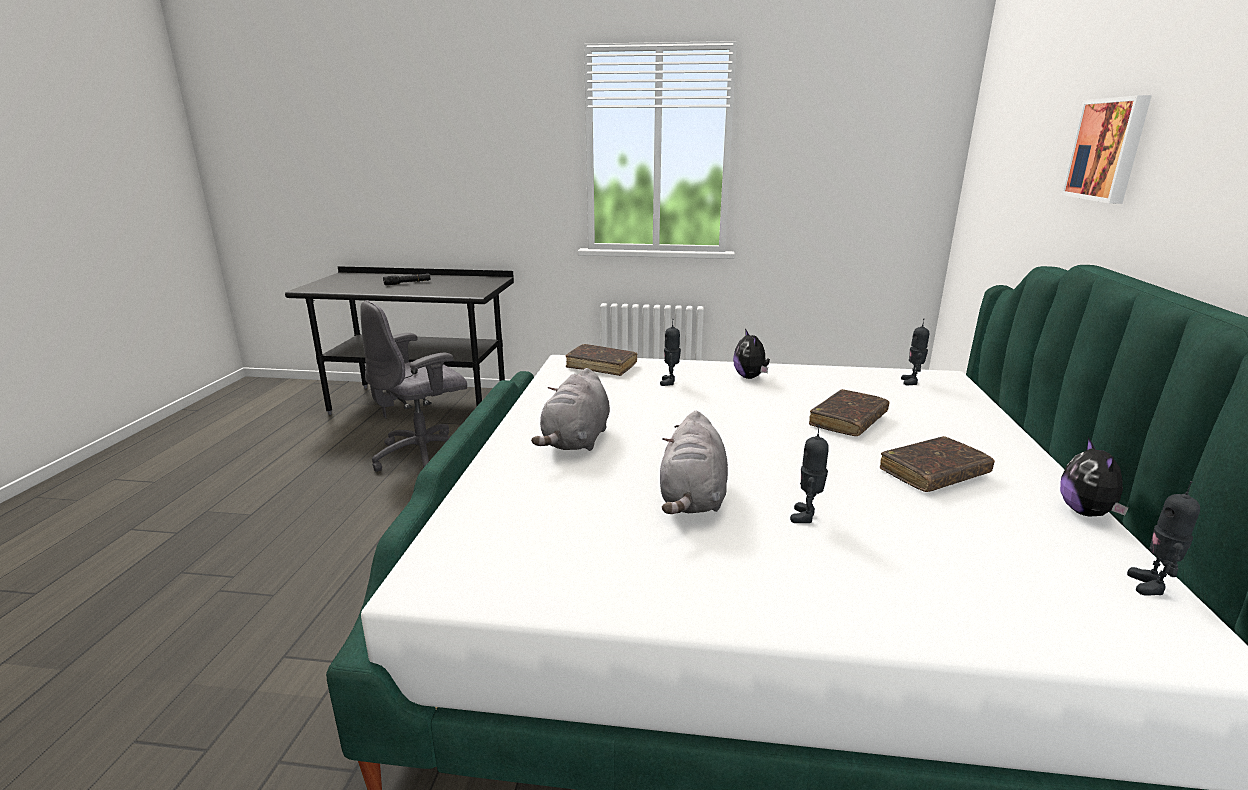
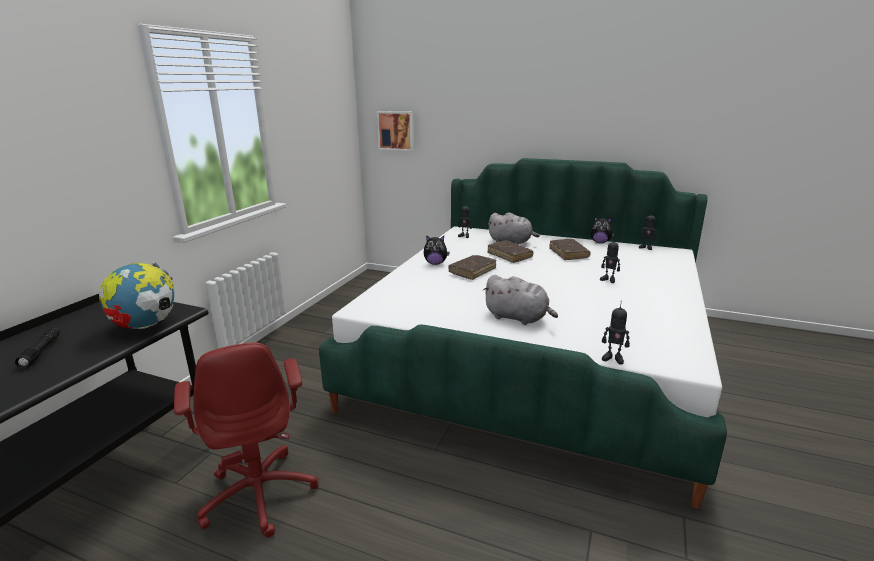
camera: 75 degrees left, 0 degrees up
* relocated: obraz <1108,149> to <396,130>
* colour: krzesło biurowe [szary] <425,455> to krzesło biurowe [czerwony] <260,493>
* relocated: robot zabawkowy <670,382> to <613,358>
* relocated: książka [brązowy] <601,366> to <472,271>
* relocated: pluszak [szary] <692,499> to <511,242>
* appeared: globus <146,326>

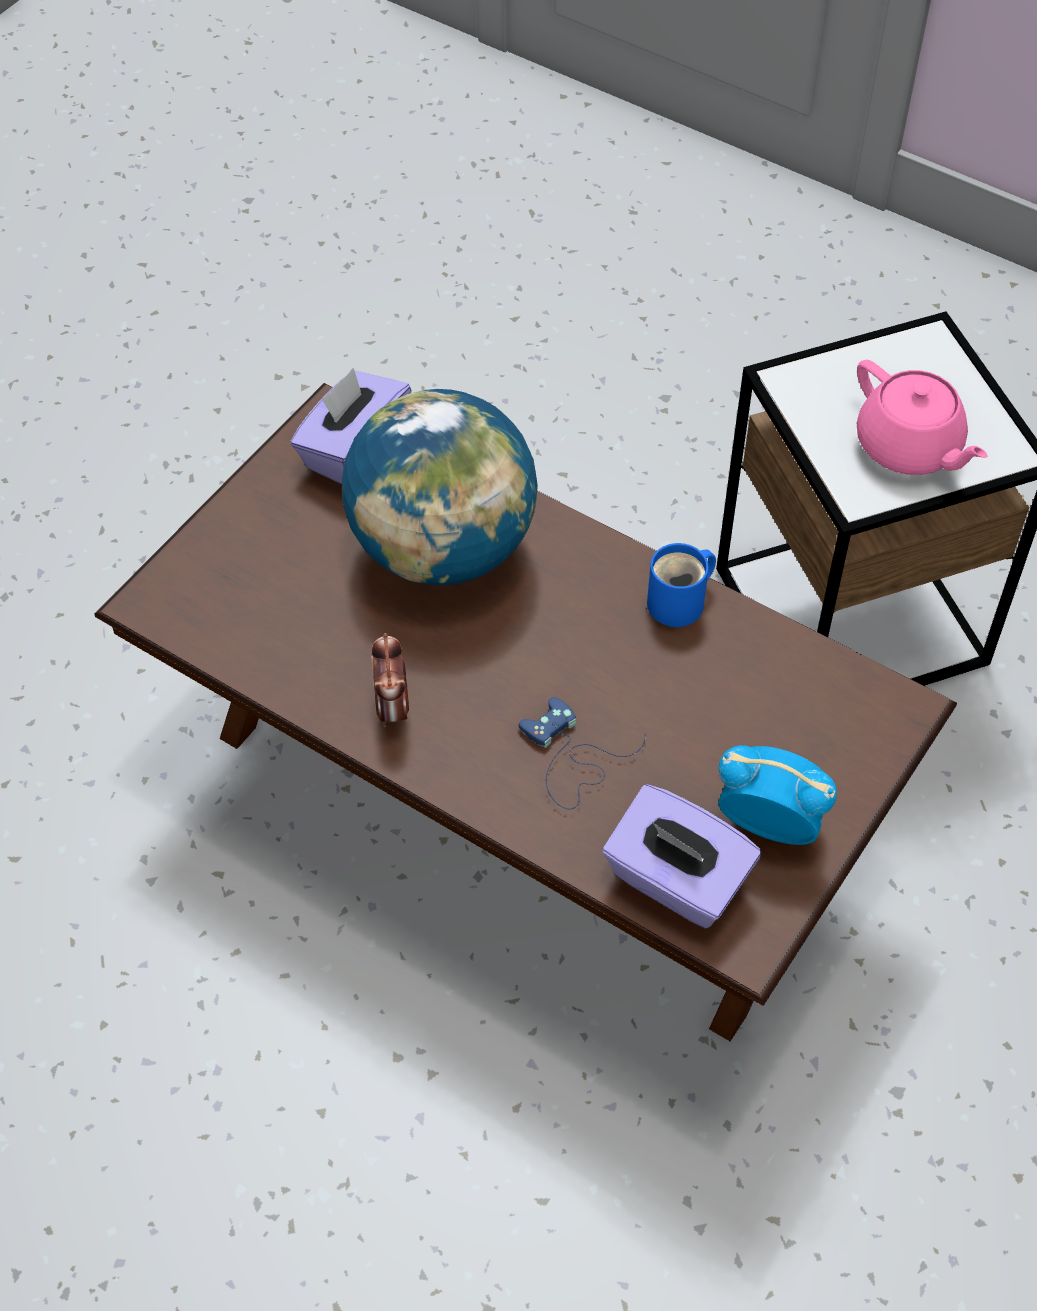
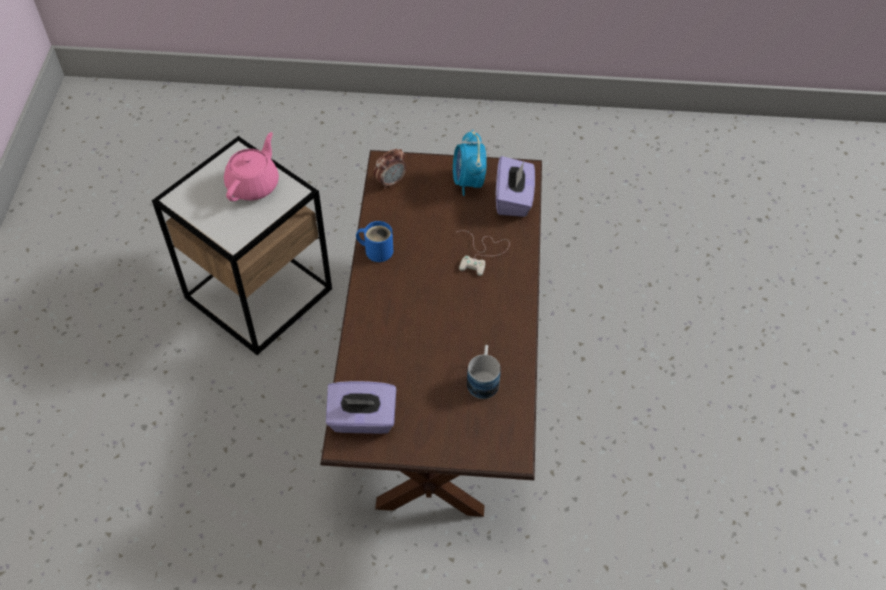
camera: 120 degrees left, 0 degrees up
* missing: globus <443,549>
* relocated: budzik <392,708> to <390,182>
* colour: pad do gier [niebieski] <571,757> to pad do gier [biały] <482,253>
* appeared: kubek <483,379>

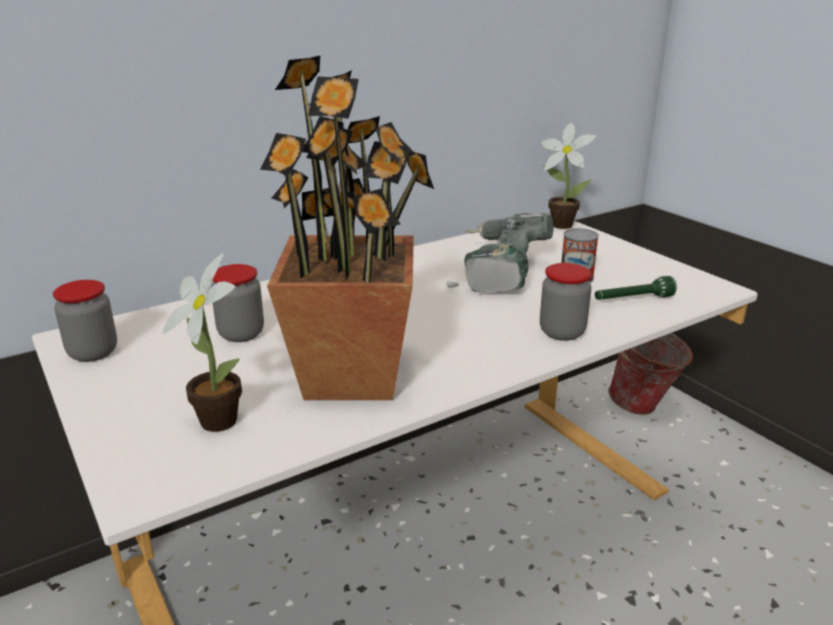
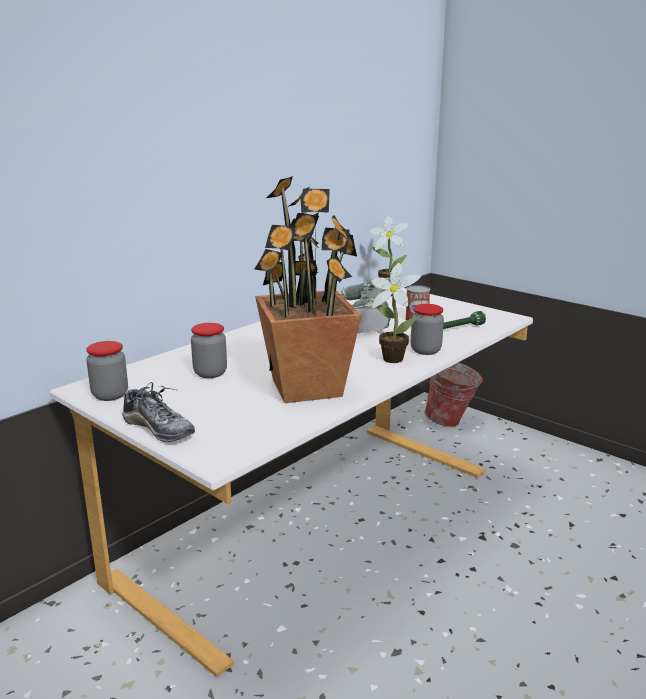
camera: 15 degrees left, 5 degrees down
* relocated: roślina doniczkowa <218,417> to <390,358>
* appeared: but <158,429>

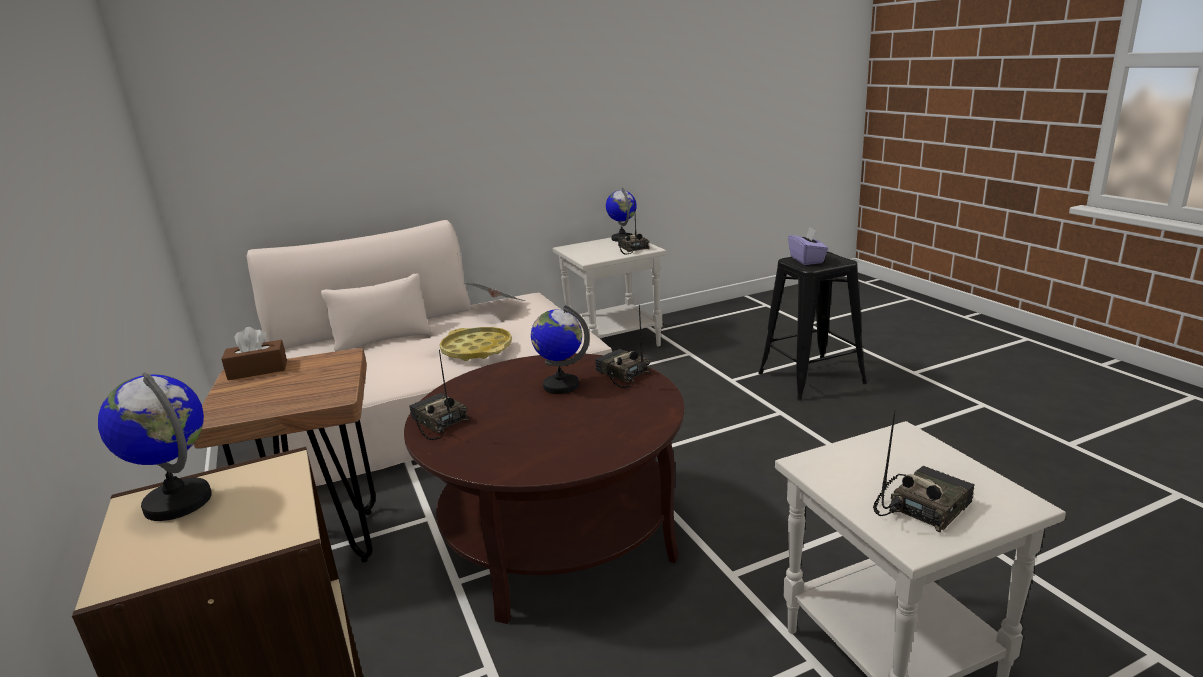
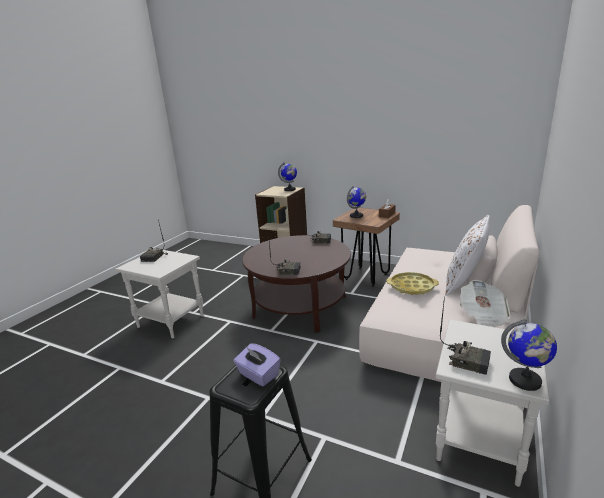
camera: 140 degrees right, 0 degrees up
* relocated: globus <560,385> to <356,216>
* appeared: poduszka [biały] <464,282>

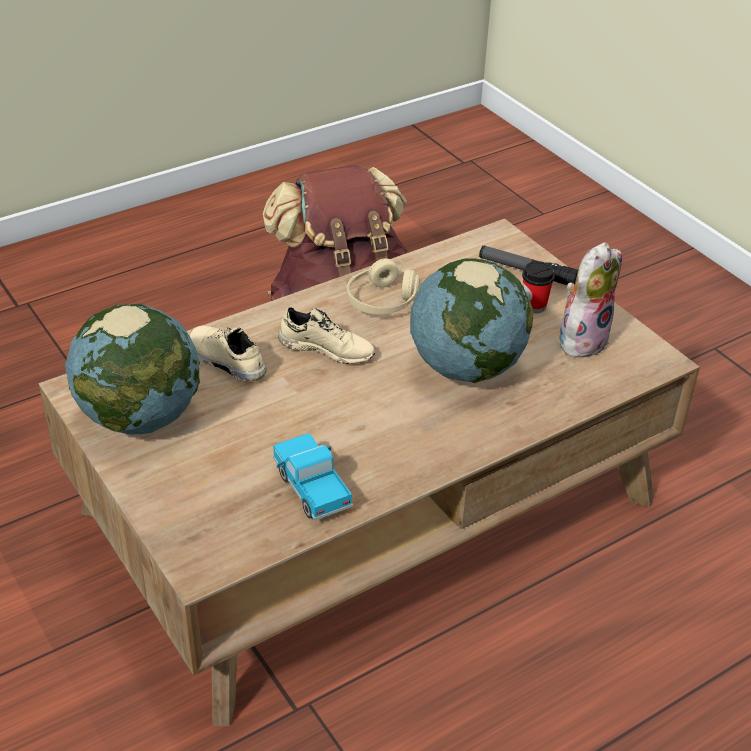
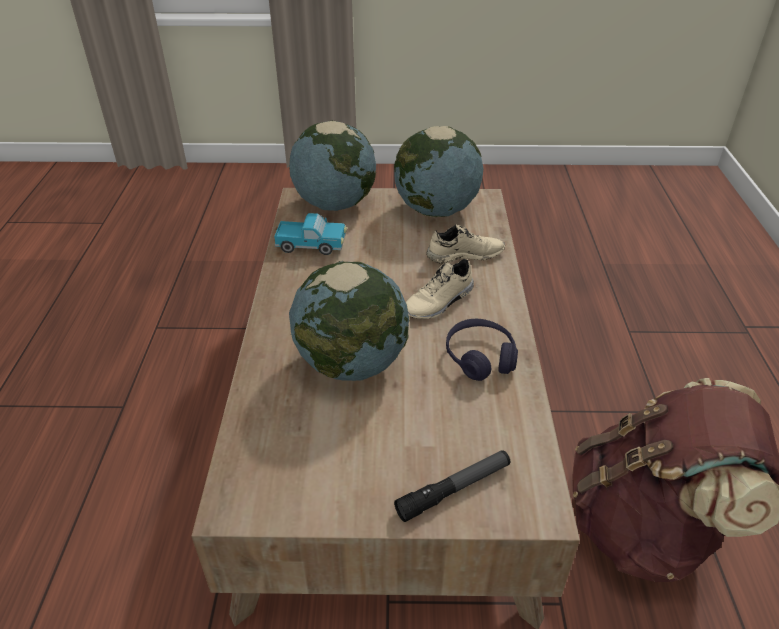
camera: 125 degrees right, 0 degrees up
* missing: pluszak <582,339>
* colour: słuchawki [beżowy] <382,301> to słuchawki [fioletowy] <480,357>
* missing: filiżanka <534,305>
* appeared: globus <334,204>

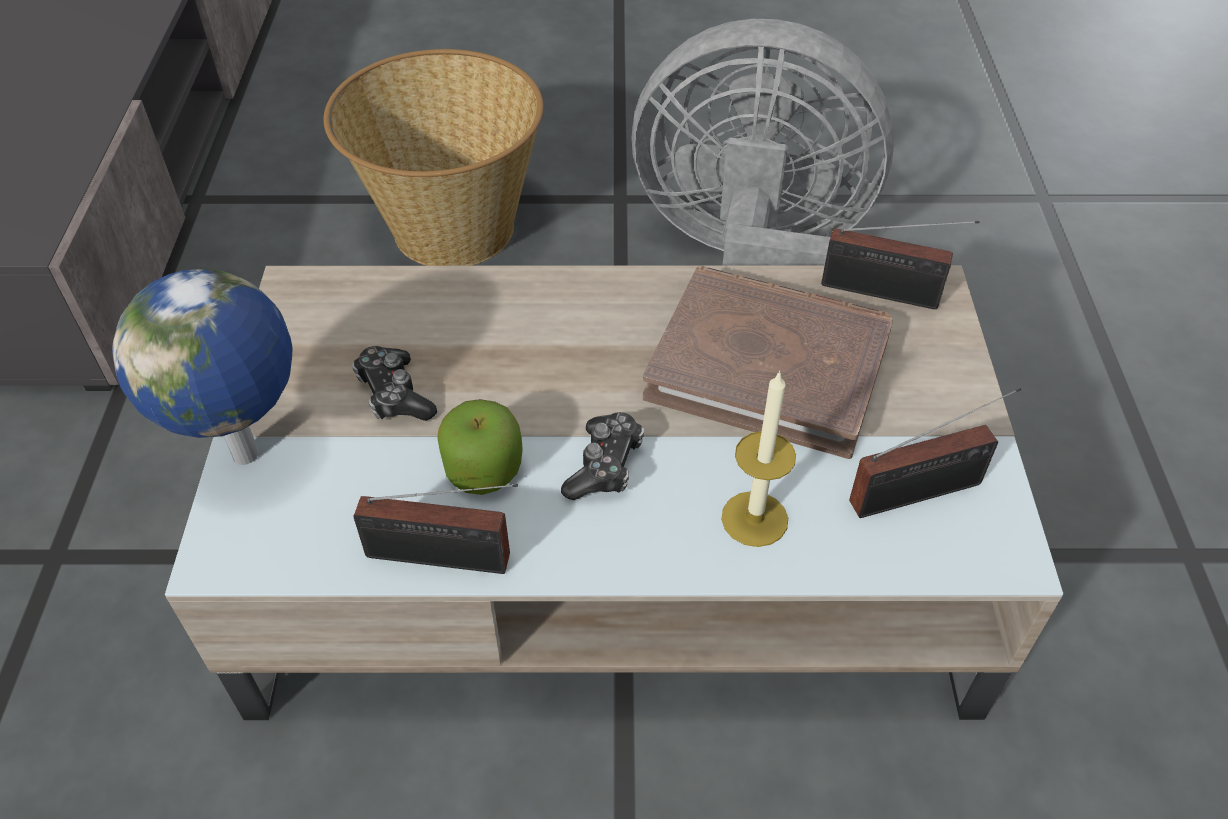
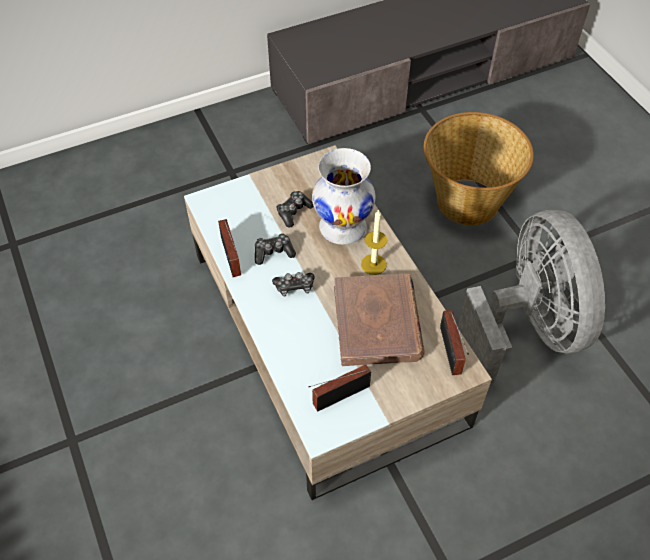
camera: 65 degrees right, 5 degrees up
* missing: globus <249,455>
* relocated: świeca <754,518> to <373,264>
* spun: radio <923,492> = <337,396> 105 degrees clockwise
* exchanged: jabłko <484,469> to pad do gier <273,252>
* appeared: wazon [biały] <342,228>

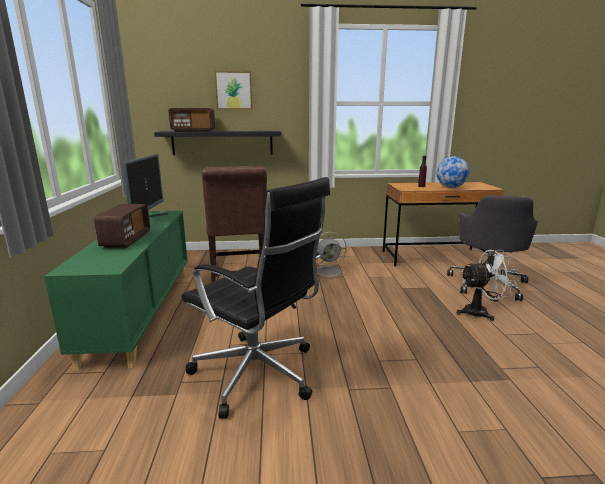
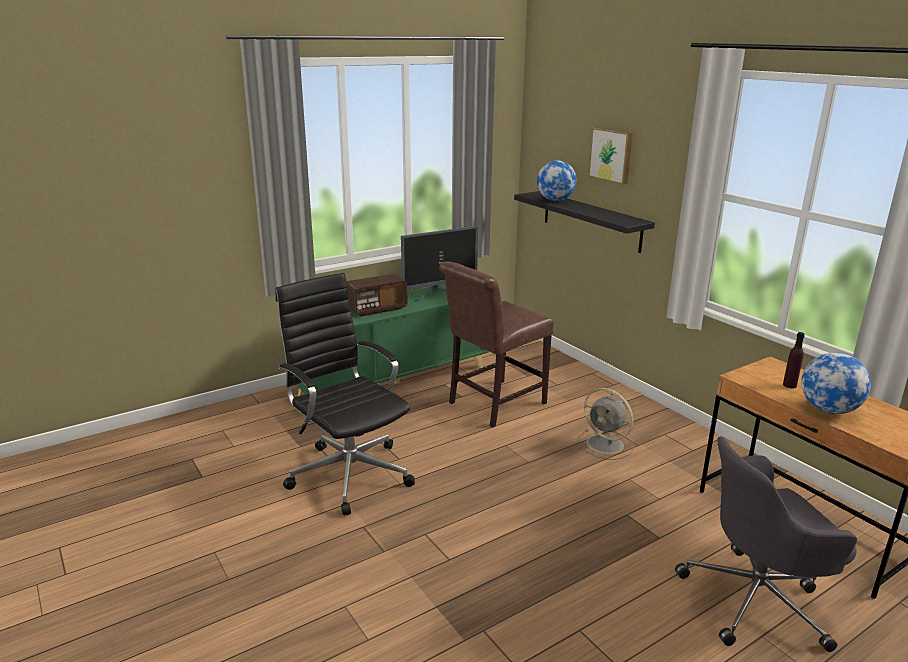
camera: 60 degrees right, 5 degrees up
* exchanged: radio <193,131> to globus <555,200>
* spun: krzesło biurowe [czarny] <258,375> = <349,472> 135 degrees clockwise
* missing: wentylator [biały] <481,312>

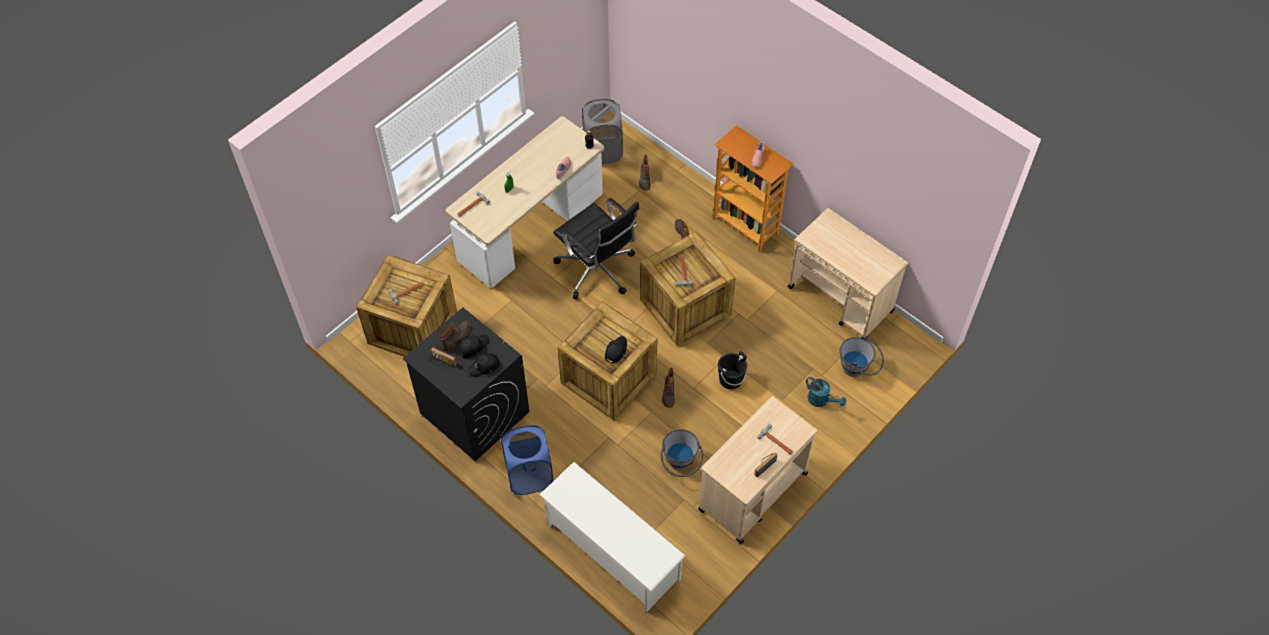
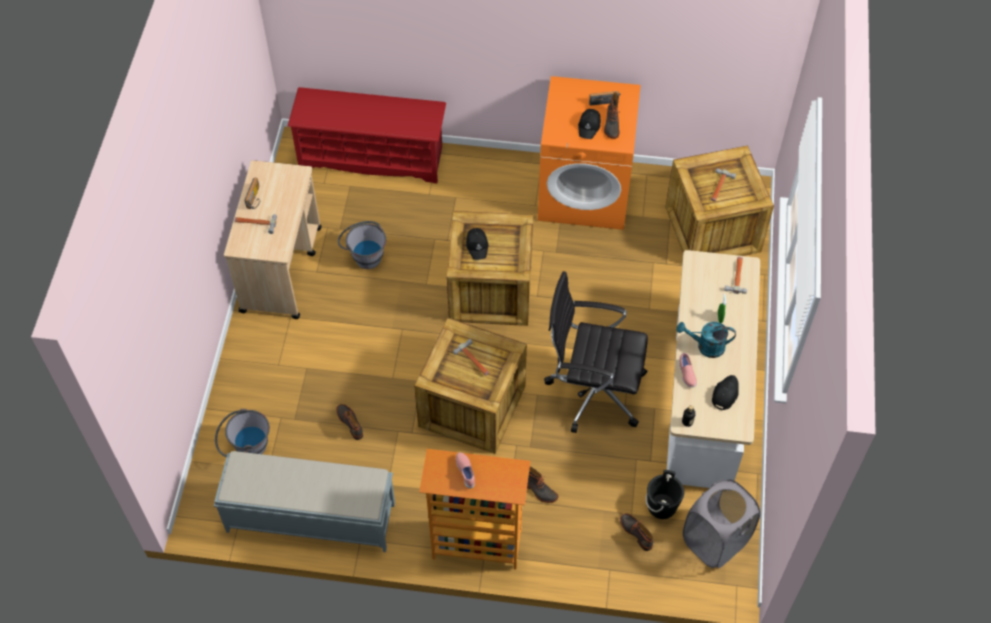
camera: 145 degrees right, 0 degrees up
* exchanged: wózek [beżowy] <841,300> to ławka [szary] <310,517>
* colour: pralka [czarny] <473,412> to pralka [pomarańczowy] <585,193>
* relocated: wiadro [czarny] <730,379> to <662,506>
* relocated: czapka z daszkiem [czarny] <484,366> to <725,394>
* relocated: but z cholewką <668,394> to <351,423>
* relocated: konewka [turkusowy] <821,400> to <705,346>
* missing: kosz na pranie [niebieski] <529,476>
* colour: regał na buty [biały] <612,551> to regał na buty [czerwony] <372,157>

